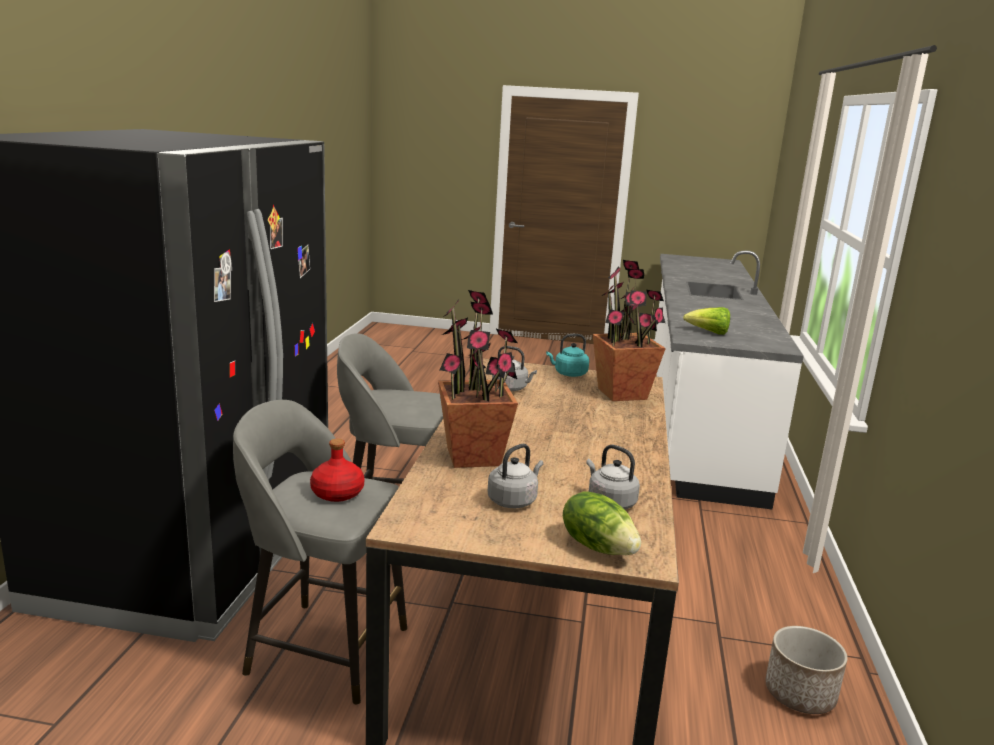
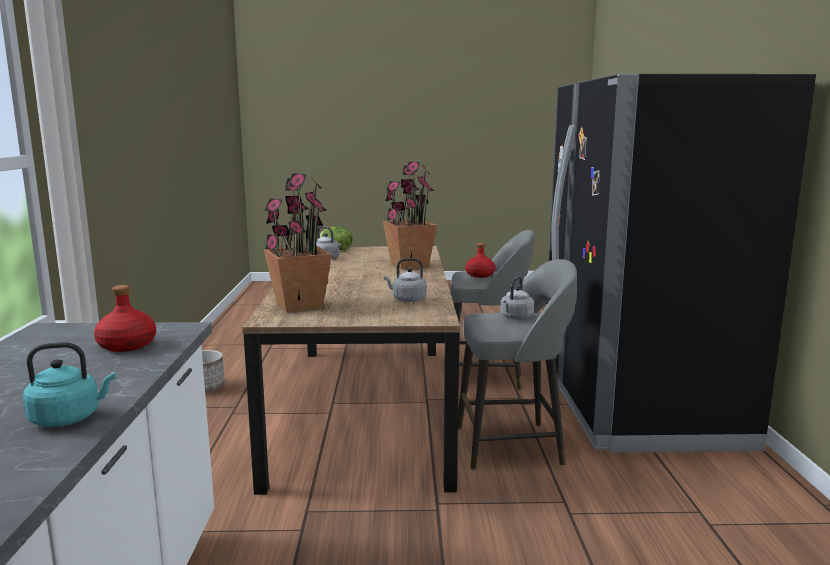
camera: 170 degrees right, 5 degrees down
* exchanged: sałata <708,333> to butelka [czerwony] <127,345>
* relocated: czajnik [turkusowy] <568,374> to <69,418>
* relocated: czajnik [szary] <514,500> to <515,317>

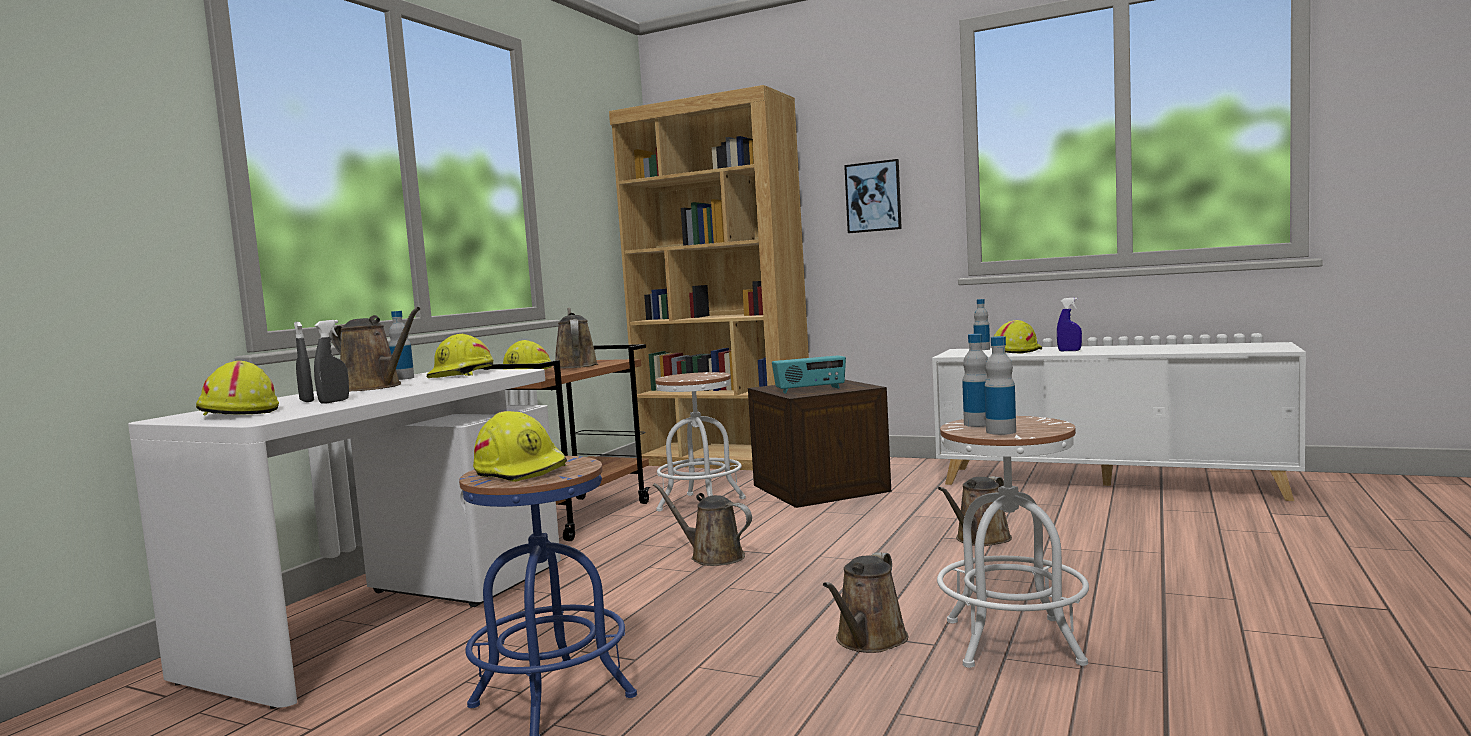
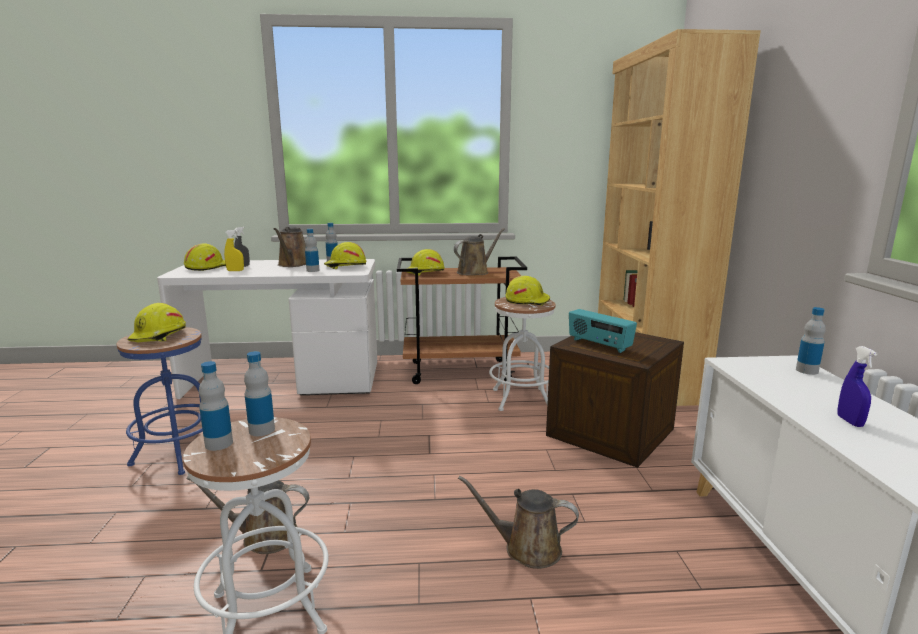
camera: 60 degrees right, 10 degrees up
* missing: obraz <873,197>
* colour: spryskiwacz [szary] <334,401> to spryskiwacz [żółty] <235,270>
* relocated: kask [żółty] <1015,351> to <527,300>
* missing: konewka [brązowy] <712,556>
* appeared: butelka <313,270>

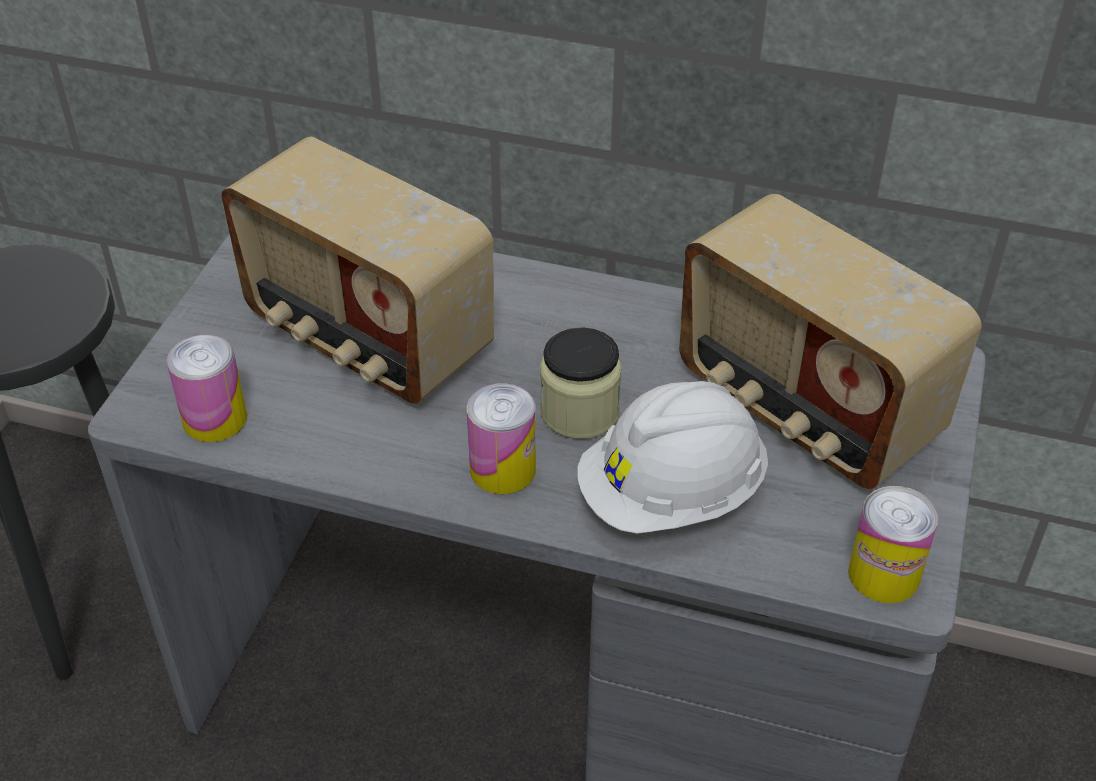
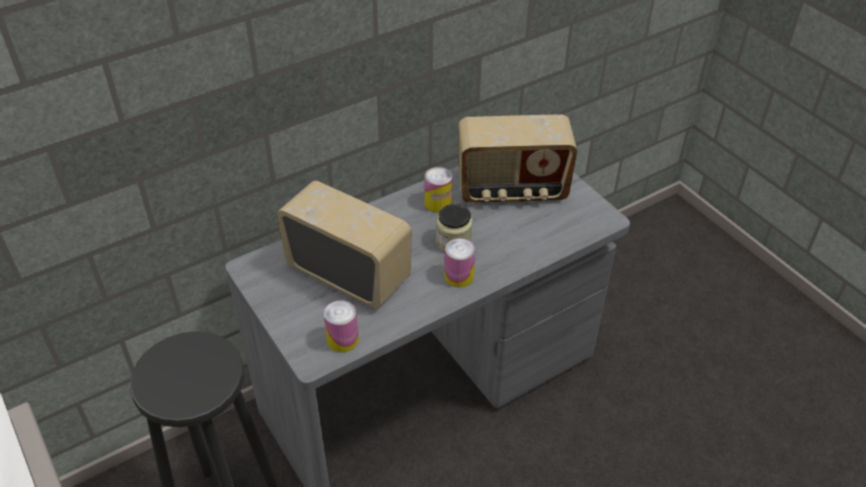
camera: 50 degrees left, 0 degrees up
* spun: radio <366,338> = <349,274> 135 degrees counterclockwise
* missing: kask [biały] <671,495>
* relocated: puszka <884,574> to <438,203>

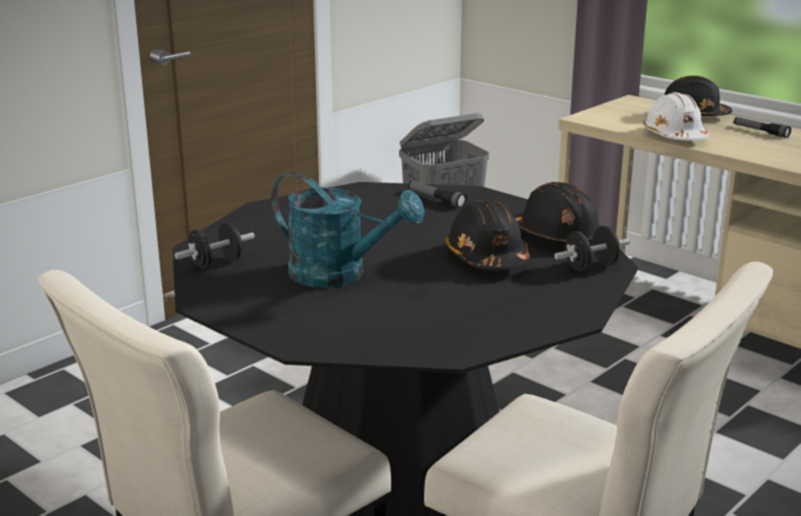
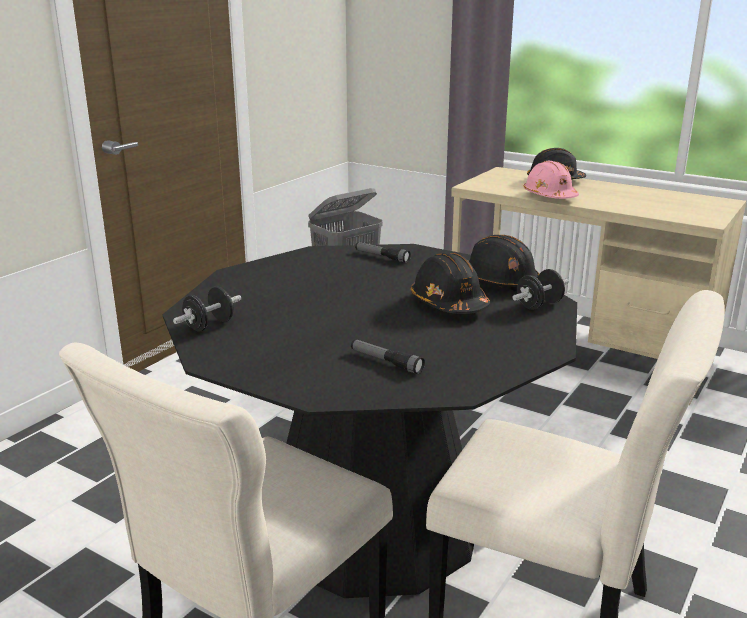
camera: 10 degrees left, 0 degrees up
* colour: kask [biały] <674,136> to kask [różowy] <549,196>
* relocated: latarka <760,132> to <385,362>
* missing: konewka [turkusowy] <340,275>

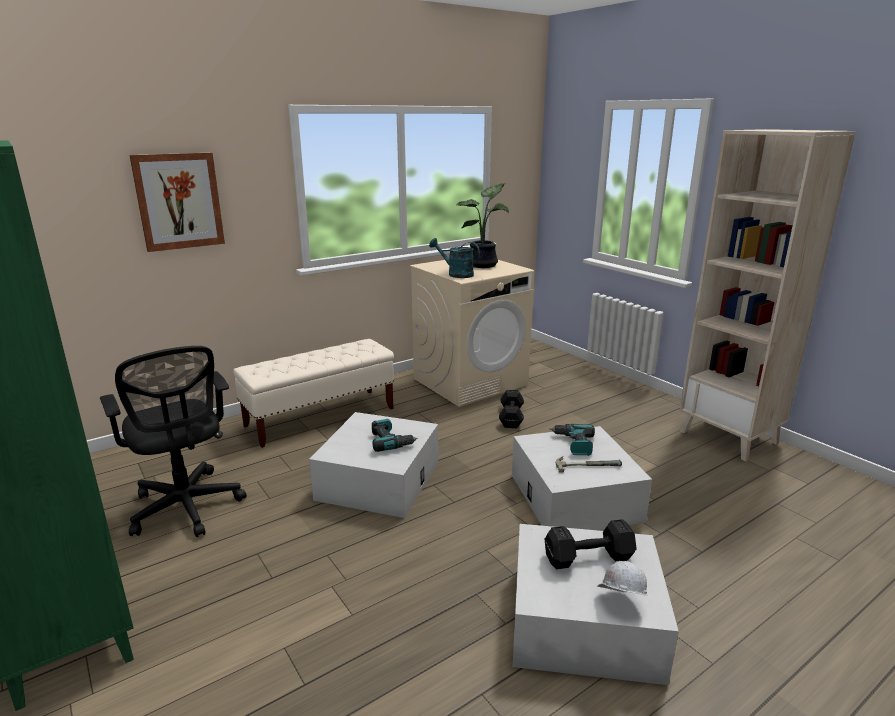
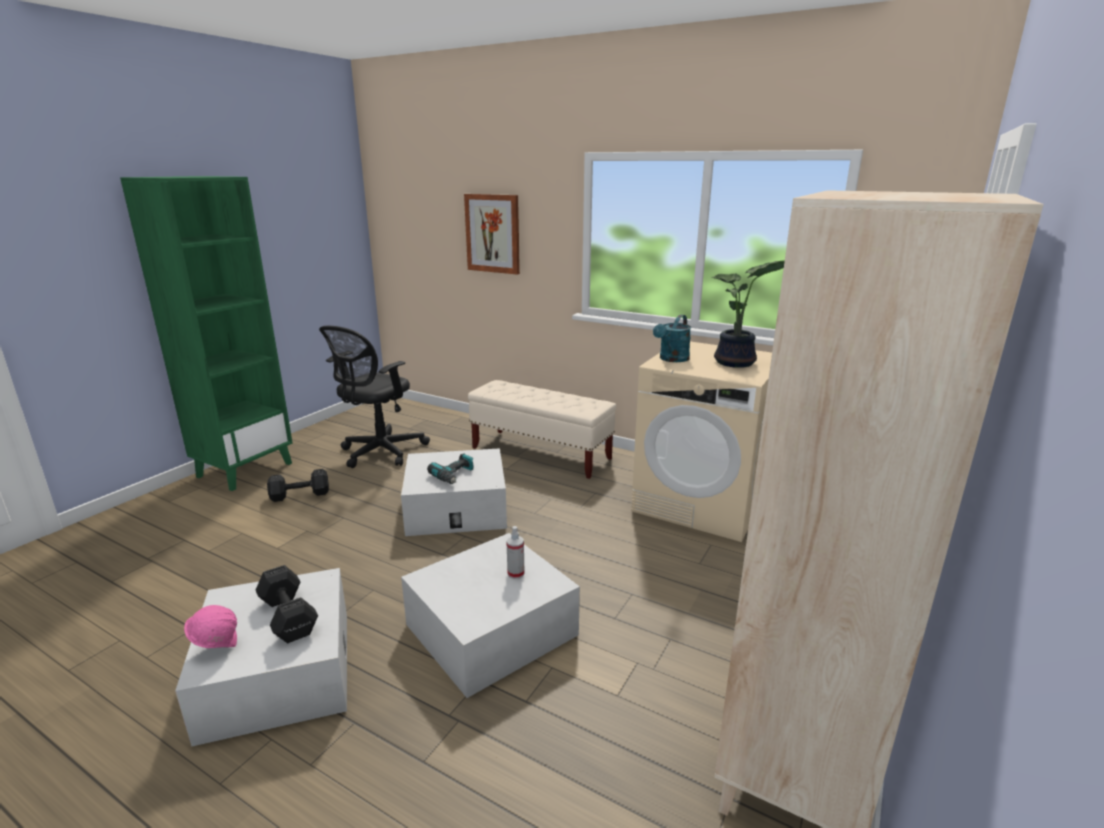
camera: 65 degrees right, 0 degrees up
* spun: konewka [turkusowy] <456,274> = <672,359> 150 degrees counterclockwise
* relocated: hantel [czarny] <511,417> to <301,495>
* exchanged: wiertarka <574,444> to spryskiwacz <516,573>
* missing: młotek <586,464>
* colour: kask [biały] <619,604> to kask [różowy] <217,646>

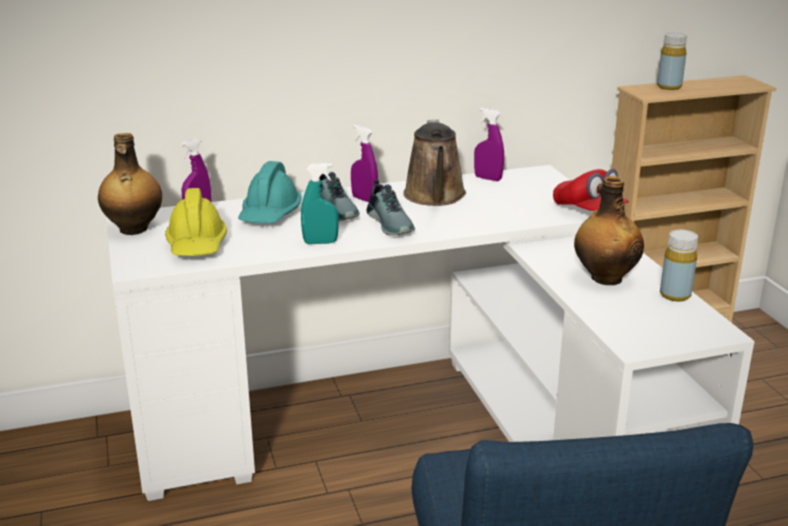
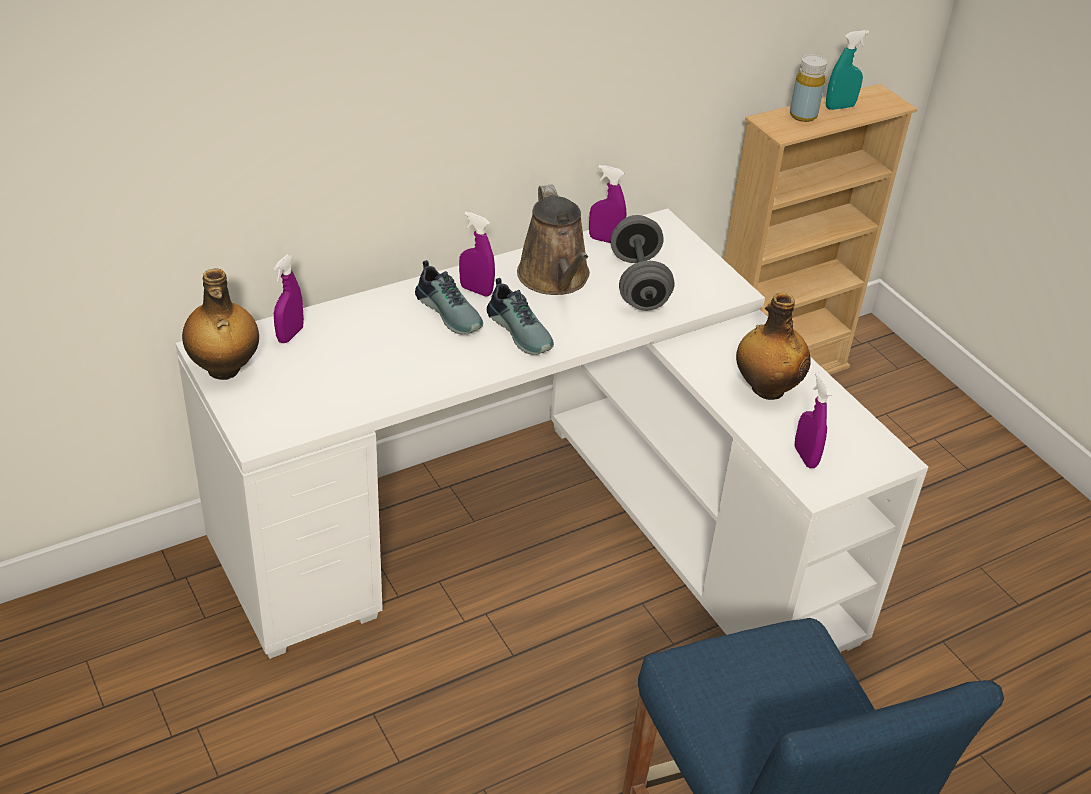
camera: 15 degrees left, 15 degrees up
* missing: kask [turkusowy] <270,214>
* relocated: spryskiwacz [turkusowy] <320,242> to <840,107>
* missing: czapka z daszkiem [czerwony] <588,211>
* missing: kask [żółty] <197,245>
* missing: butelka [żółty] <675,295>
* appeared: hantel [szary] <639,283>
* appeared: spryskiwacz [fioletowy] <805,457>

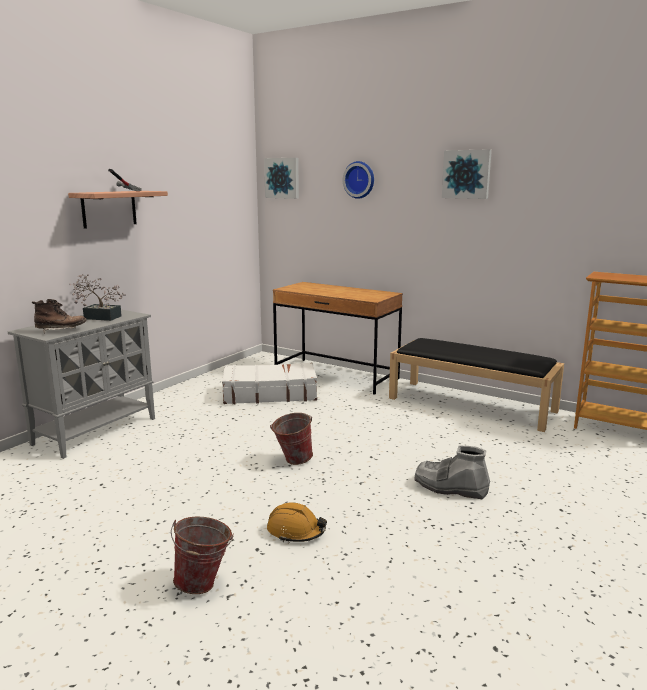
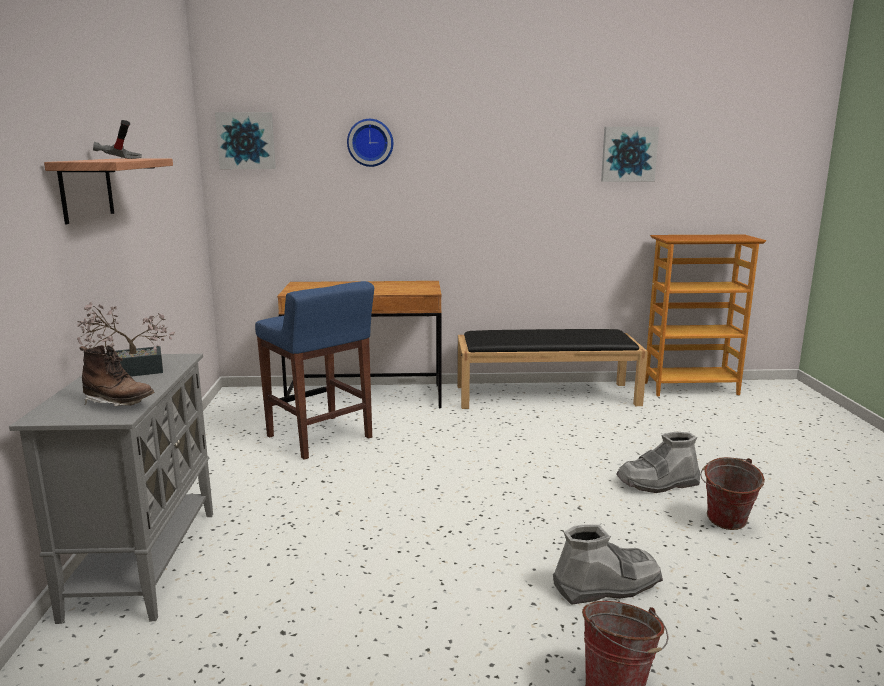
camera: 35 degrees left, 0 degrees up
* relocated: obraz <466,174> to <628,154>
* spun: but z cholewką [brązowy] <61,330> = <119,403> 75 degrees clockwise
* exchanged: walizka [biały] <269,393> to stołek [niebieski] <320,438>
* relocated: wiadro <292,460> to <725,525>
* exchanged: kask [pomarańczowy] <296,531> to but z cholewką [szary] <606,585>

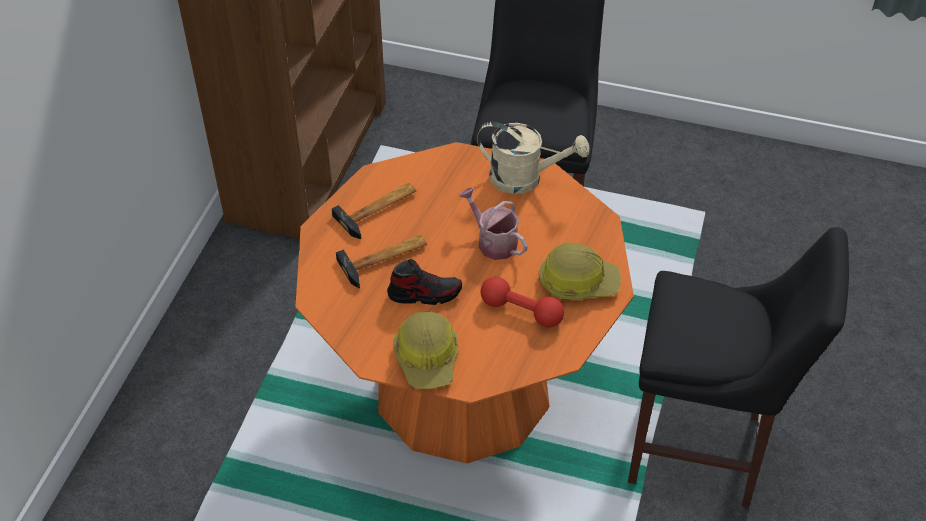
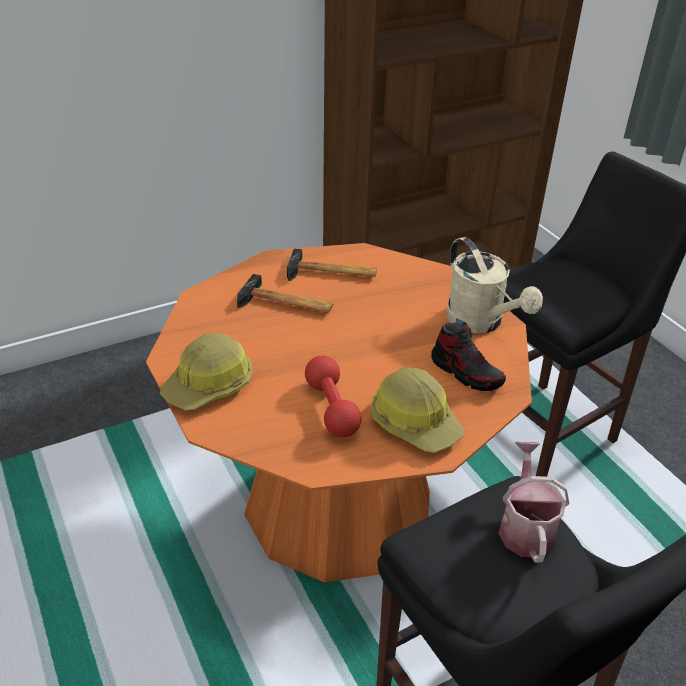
camera: 45 degrees right, 10 degrees down
* relocated: konewka <493,241> to <525,526>
* relocated: but <424,294> to <466,372>

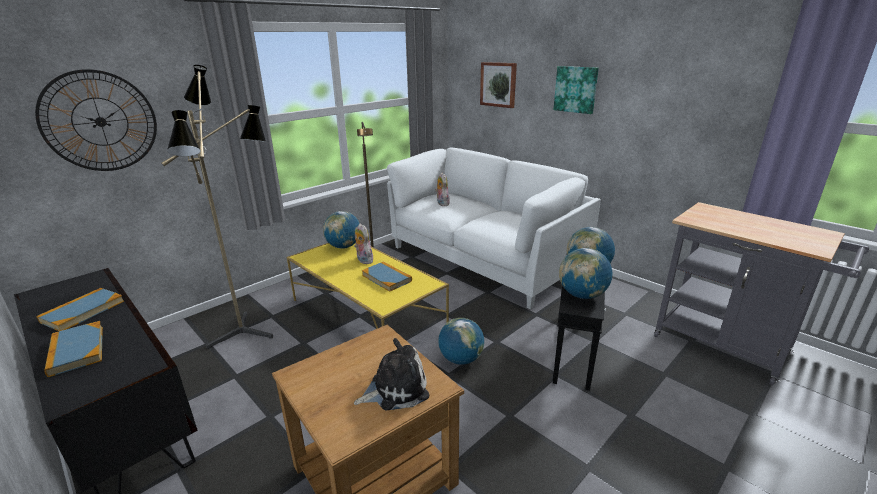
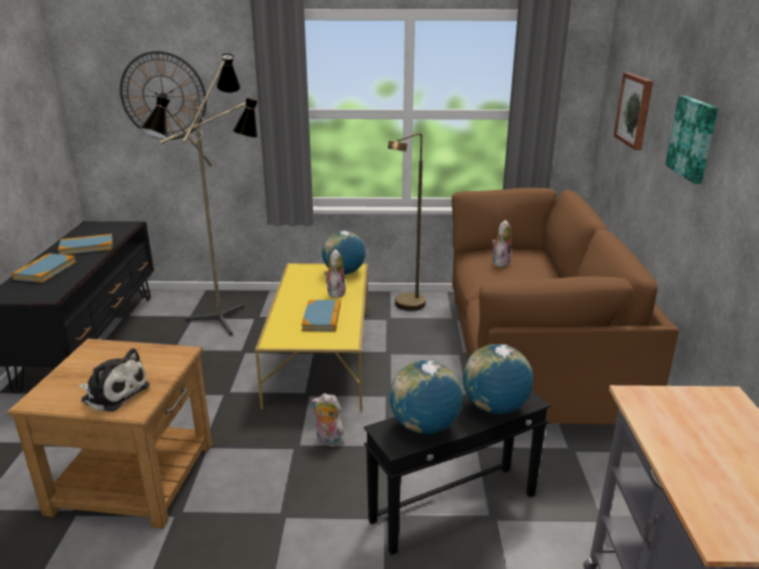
camera: 45 degrees right, 0 degrees up
* colour: kanapa [biały] <484,259> to kanapa [brązowy] <531,359>
* exchanged: globus <461,359> to pluszak <328,441>

